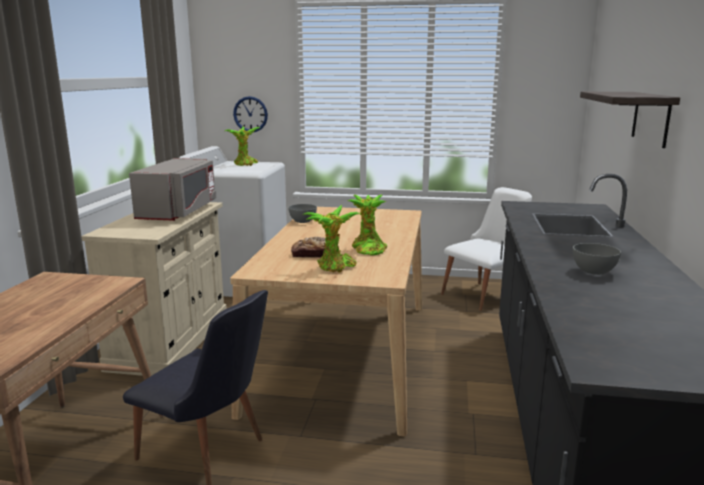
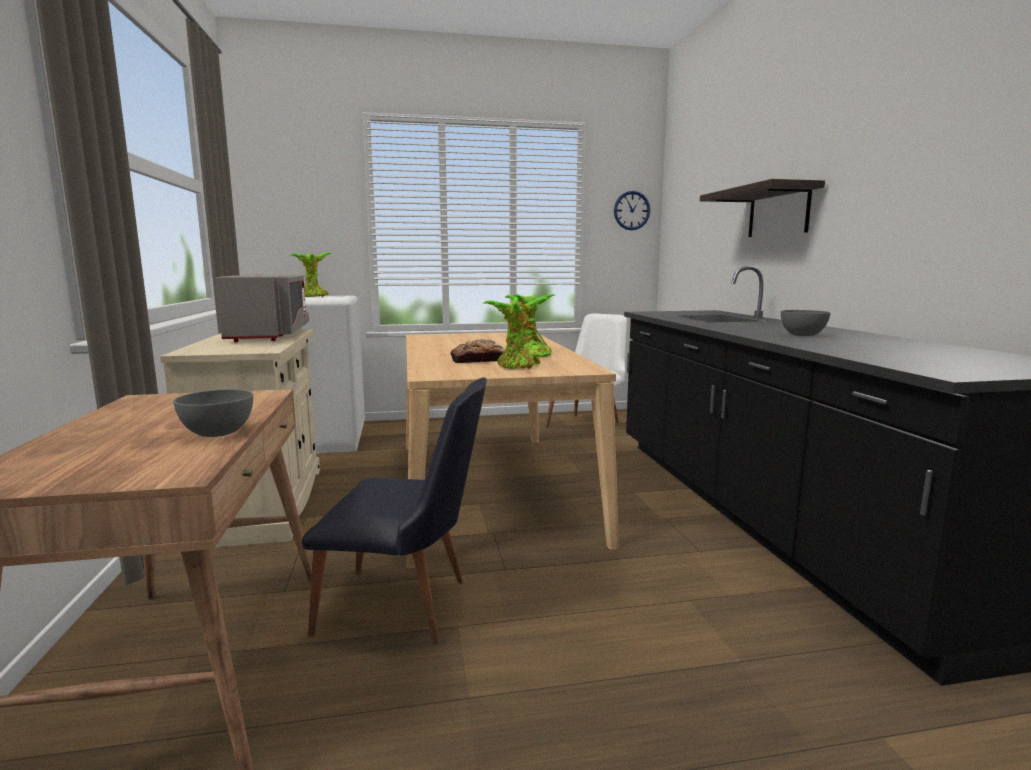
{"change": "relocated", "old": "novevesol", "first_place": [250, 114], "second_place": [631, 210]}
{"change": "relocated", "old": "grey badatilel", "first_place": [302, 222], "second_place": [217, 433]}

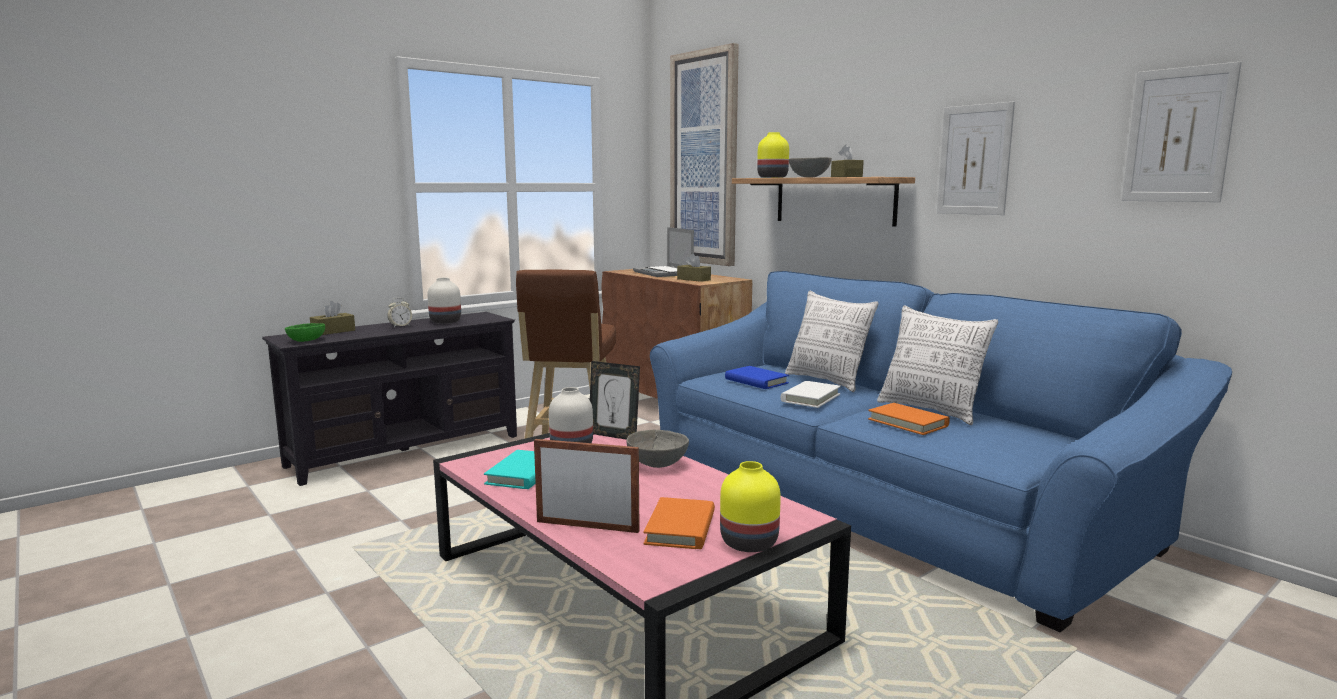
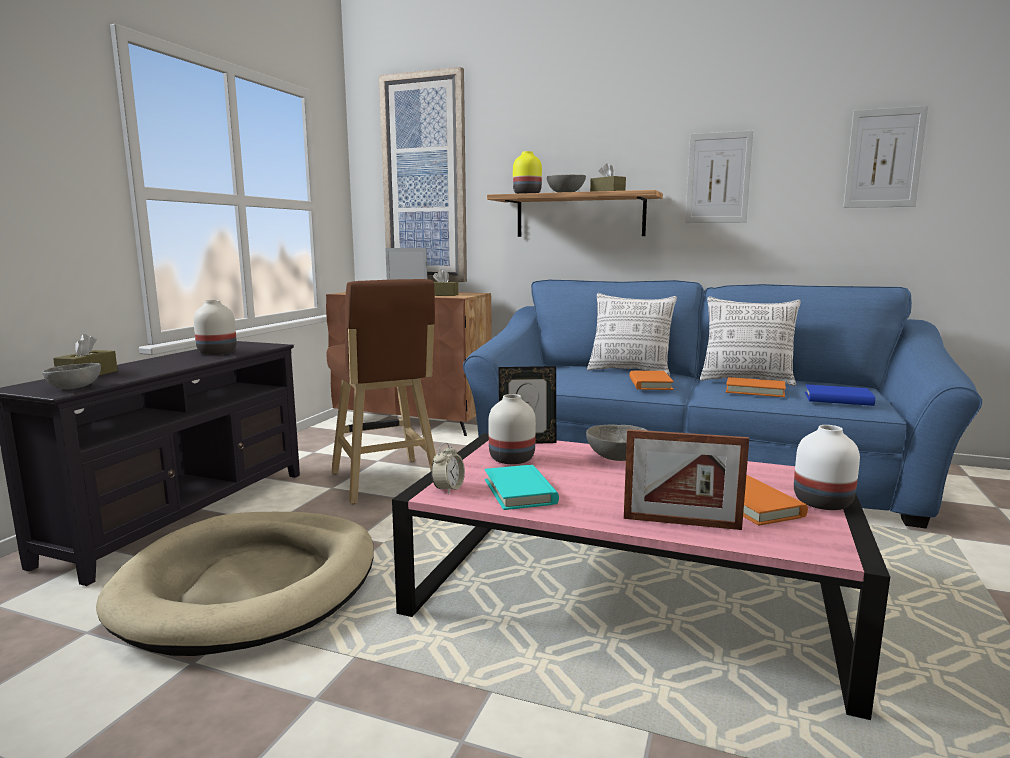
{"change": "relocated", "old": "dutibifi", "first_place": [400, 326], "second_place": [448, 489]}
{"change": "colour", "old": "green badatilel", "new": "grey badatilel", "first_place": [305, 340], "second_place": [73, 387]}
{"change": "relocated", "old": "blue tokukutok", "first_place": [756, 381], "second_place": [838, 399]}
{"change": "colour", "old": "white tokukutok", "new": "orange tokukutok", "first_place": [810, 398], "second_place": [650, 384]}
{"change": "spun", "old": "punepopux", "first_place": [587, 526], "second_place": [681, 523], "degrees": -150}
{"change": "colour", "old": "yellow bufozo", "new": "white bufozo", "first_place": [750, 543], "second_place": [824, 502]}
{"change": "appeared", "new": "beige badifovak", "second_place": [251, 585]}

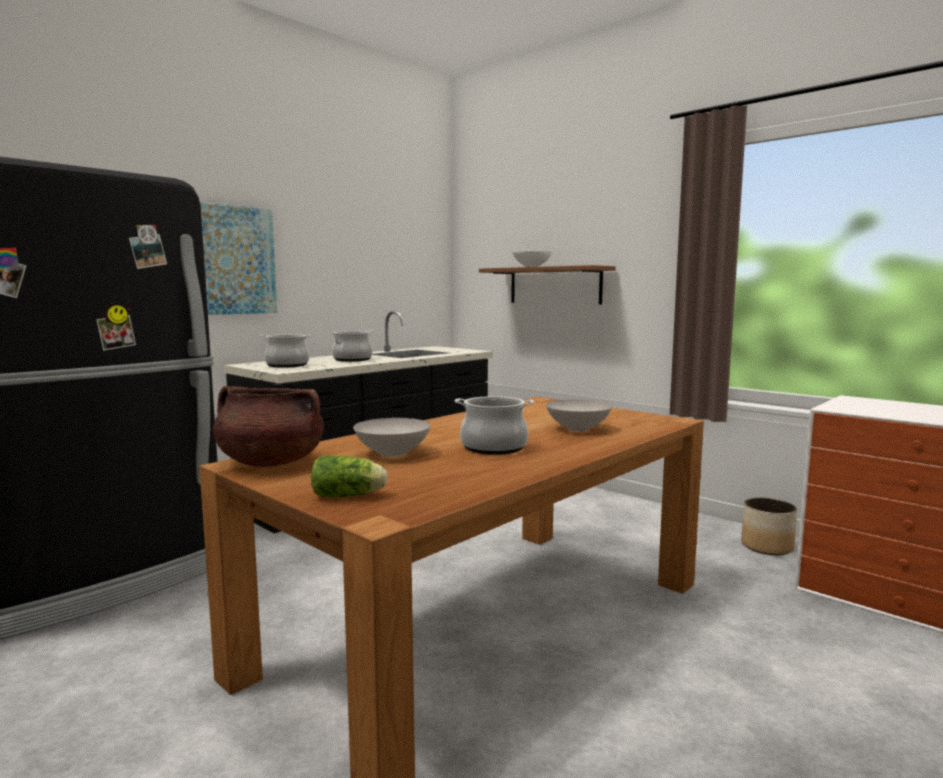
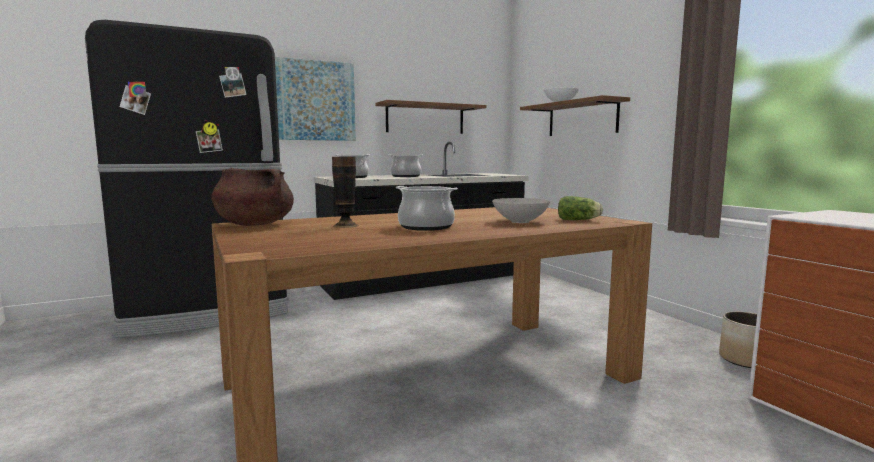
{"change": "exchanged", "old": "white badatilel", "new": "bufozo", "first_place": [394, 453], "second_place": [345, 225]}
{"change": "relocated", "old": "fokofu", "first_place": [350, 496], "second_place": [579, 220]}
{"change": "appeared", "new": "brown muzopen", "second_place": [425, 119]}

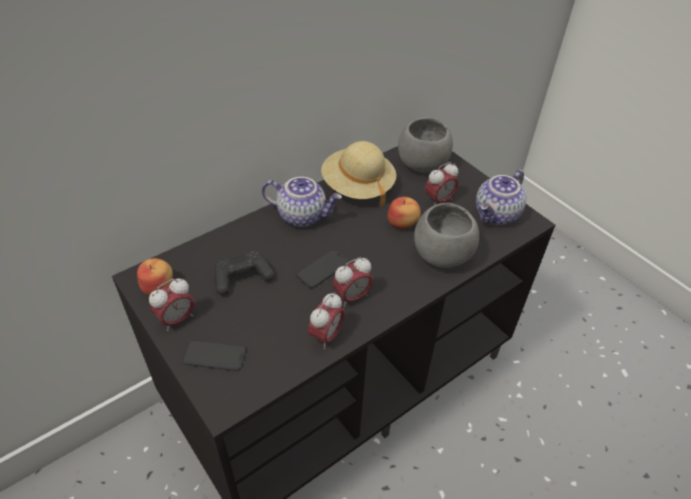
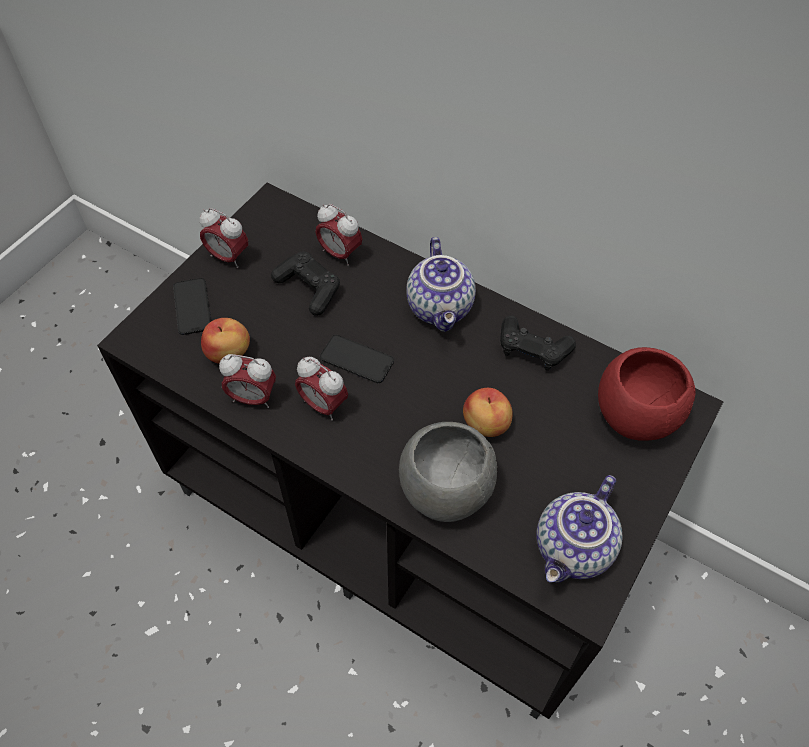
{"change": "colour", "old": "grey badatilel", "new": "red badatilel", "first_place": [421, 164], "second_place": [634, 415]}
{"change": "exchanged", "old": "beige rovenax", "new": "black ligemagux", "first_place": [357, 187], "second_place": [532, 349]}
{"change": "relocated", "old": "dutibifi", "first_place": [439, 200], "second_place": [340, 254]}
{"change": "spun", "old": "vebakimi", "first_place": [497, 215], "second_place": [574, 549], "degrees": -75}
{"change": "relocated", "old": "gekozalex", "first_place": [158, 287], "second_place": [229, 354]}

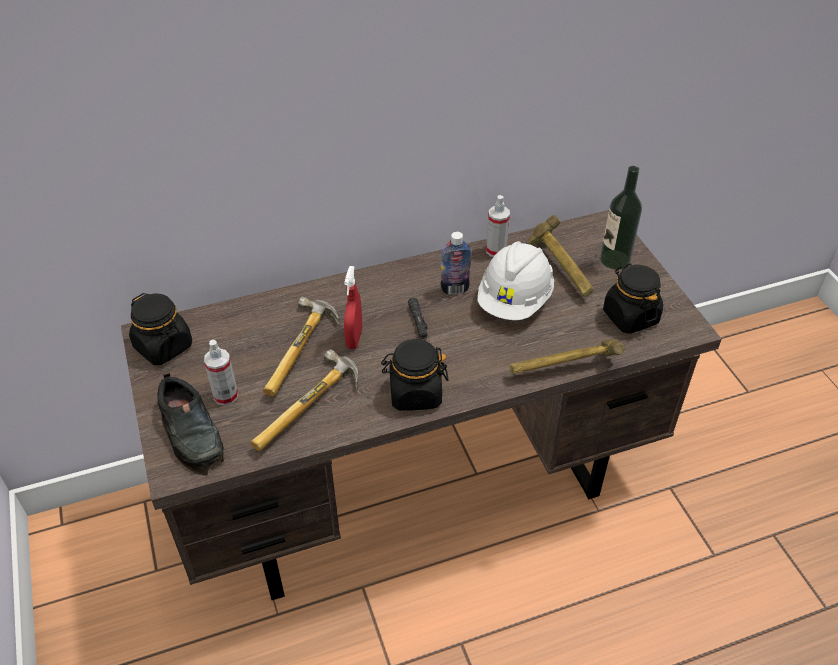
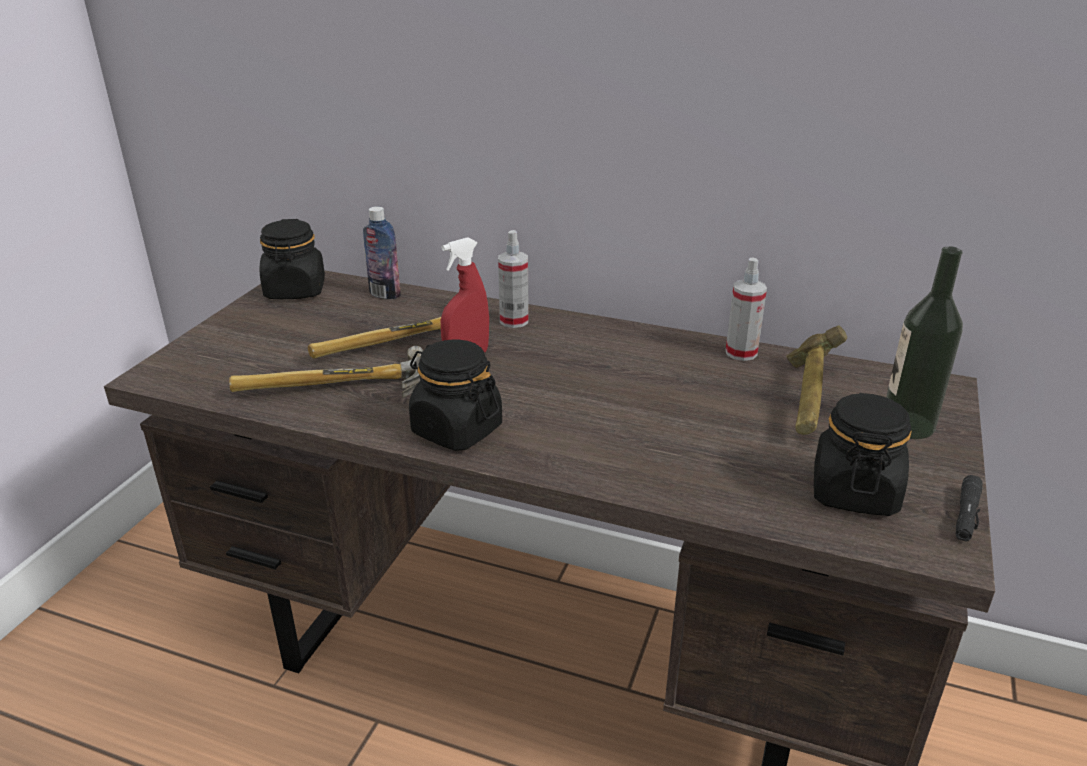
{"change": "relocated", "old": "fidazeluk", "first_place": [455, 289], "second_place": [385, 294]}
{"change": "missing", "old": "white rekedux", "first_place": [515, 300]}
{"change": "relocated", "old": "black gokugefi", "first_place": [418, 322], "second_place": [966, 515]}
{"change": "missing", "old": "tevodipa", "first_place": [563, 368]}
{"change": "relocated", "old": "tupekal", "first_place": [226, 396], "second_place": [514, 321]}
{"change": "missing", "old": "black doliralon", "first_place": [192, 432]}

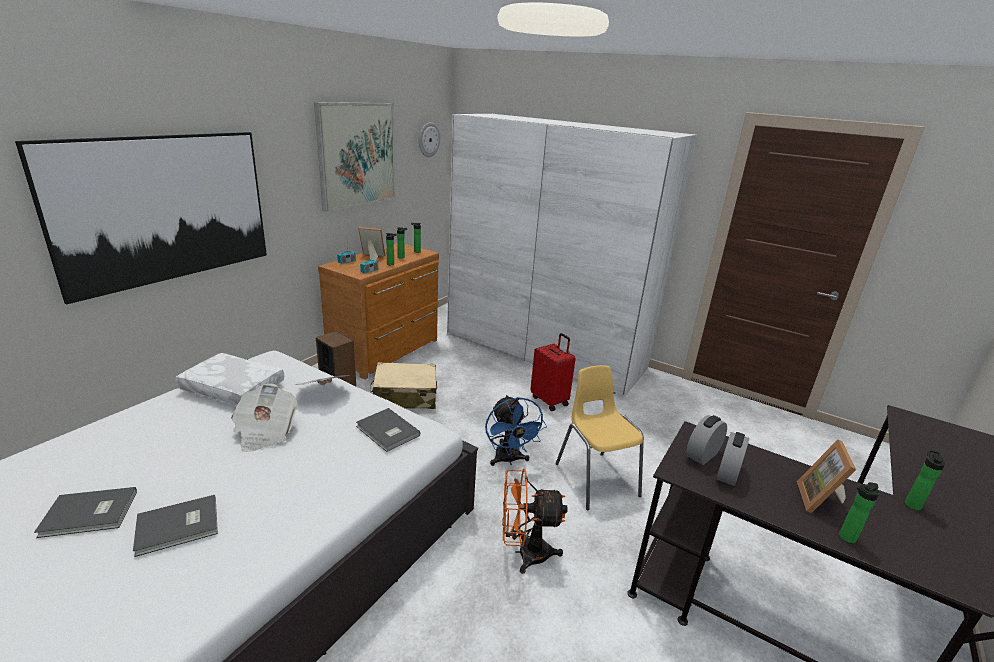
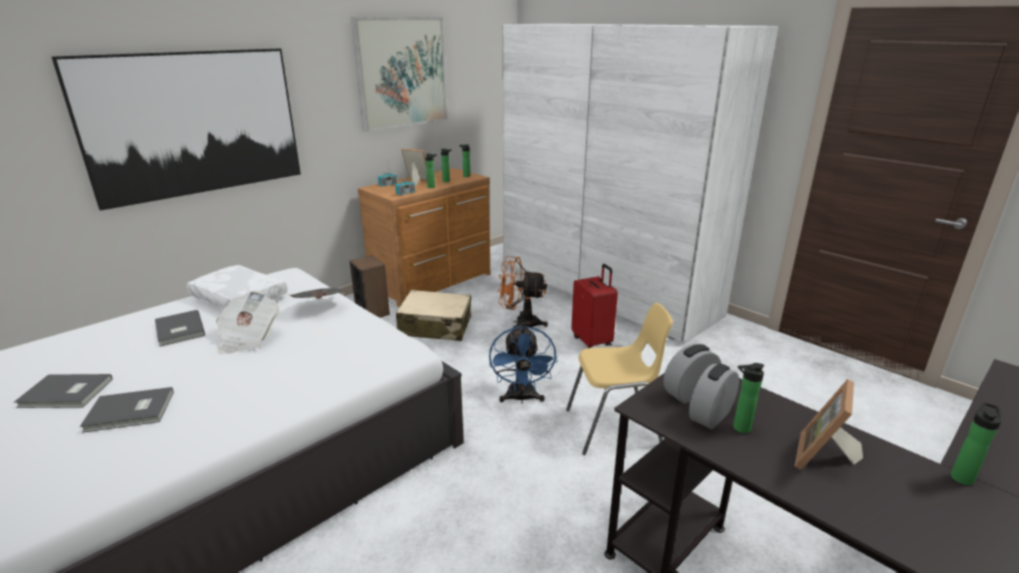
{"change": "missing", "old": "novevesol", "first_place": [428, 139]}
{"change": "spun", "old": "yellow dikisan", "first_place": [595, 479], "second_place": [614, 428], "degrees": 90}
{"change": "relocated", "old": "grey tokukutok", "first_place": [387, 432], "second_place": [178, 330]}
{"change": "relocated", "old": "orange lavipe", "first_place": [524, 553], "second_place": [520, 323]}
{"change": "relocated", "old": "fidazeluk", "first_place": [845, 538], "second_place": [739, 428]}

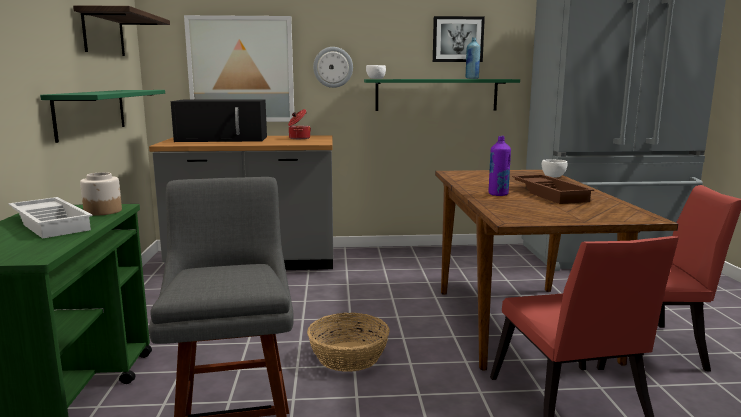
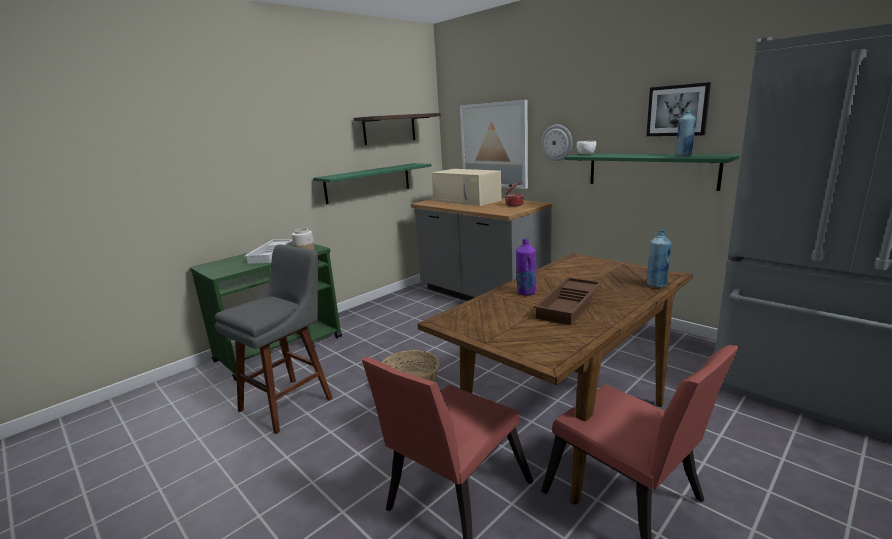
{"change": "colour", "old": "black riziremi", "new": "beige riziremi", "first_place": [223, 139], "second_place": [467, 200]}
{"change": "exchanged", "old": "white badatilel", "new": "blue fidazeluk", "first_place": [553, 176], "second_place": [656, 285]}

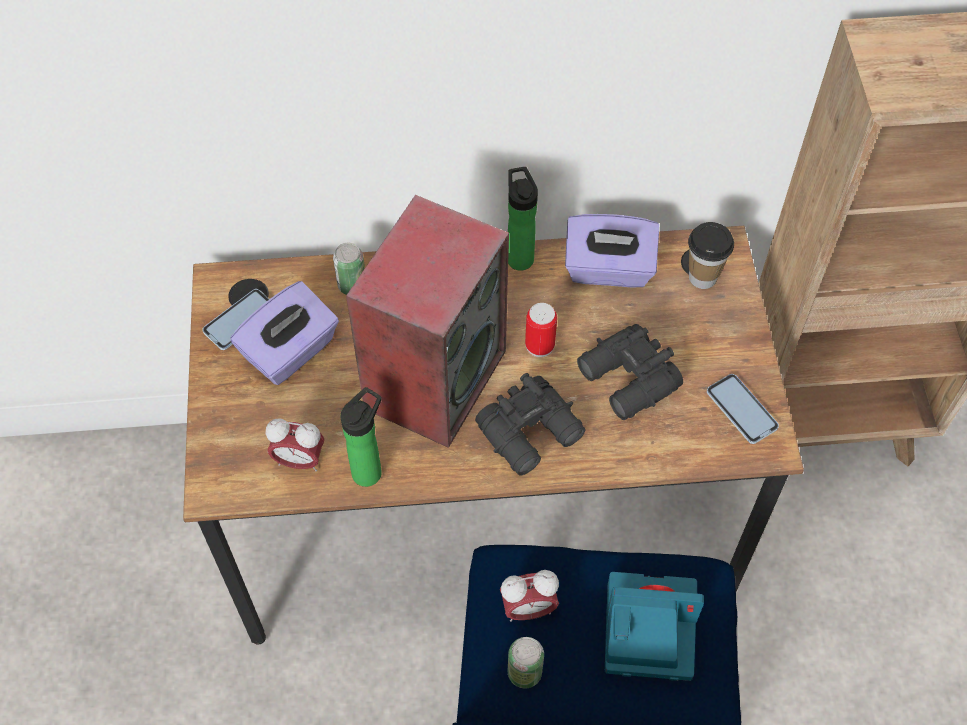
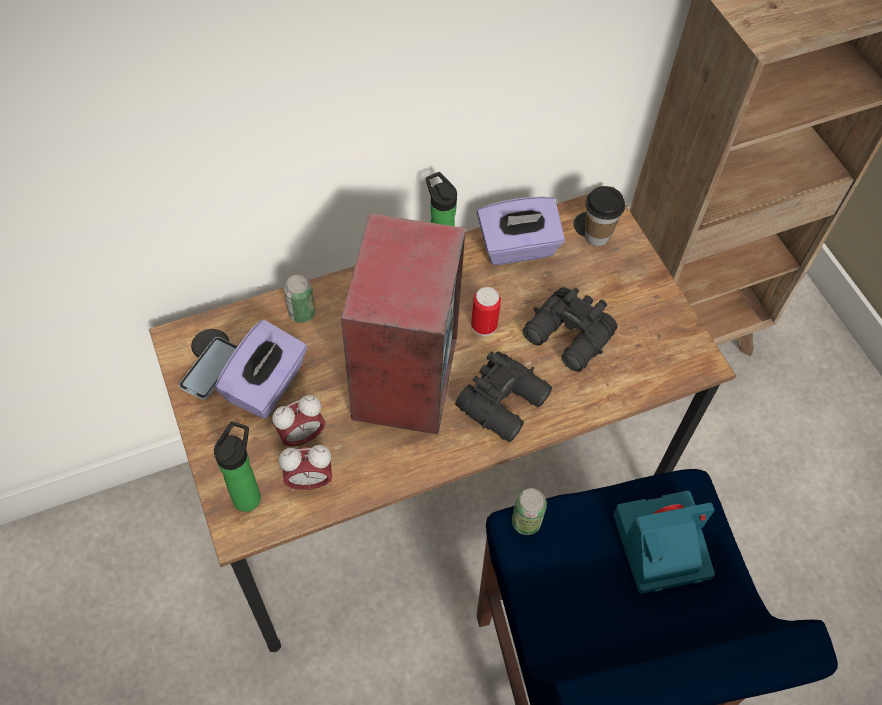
{"change": "missing", "old": "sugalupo", "first_place": [741, 409]}
{"change": "relocated", "old": "fidazeluk", "first_place": [369, 470], "second_place": [248, 494]}
{"change": "relocated", "old": "dutibifi", "first_place": [528, 609], "second_place": [301, 436]}
{"change": "relocated", "old": "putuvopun", "first_place": [524, 672], "second_place": [526, 522]}

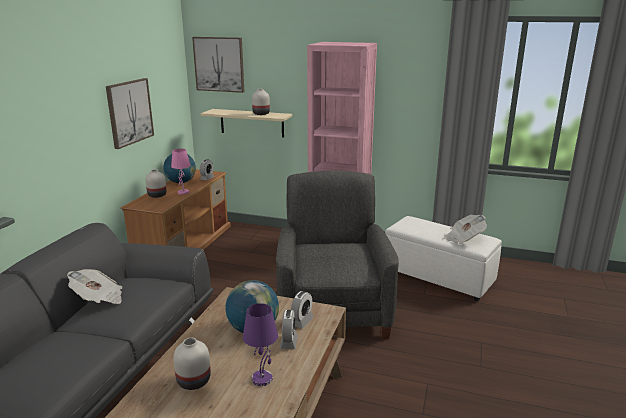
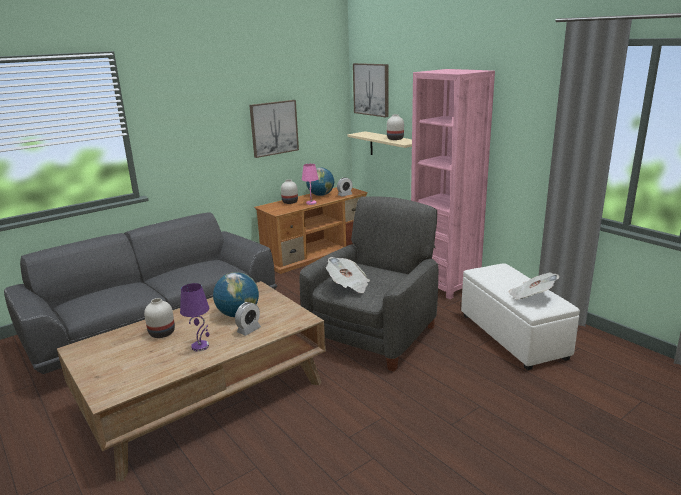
{"change": "relocated", "old": "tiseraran", "first_place": [99, 298], "second_place": [348, 285]}
{"change": "missing", "old": "dutibifi", "first_place": [301, 321]}

